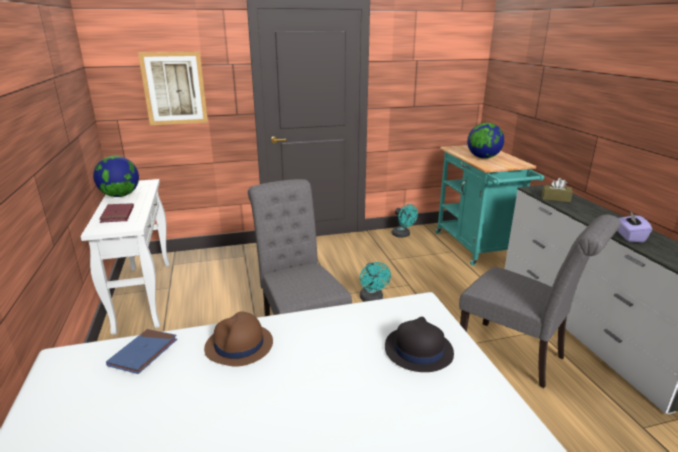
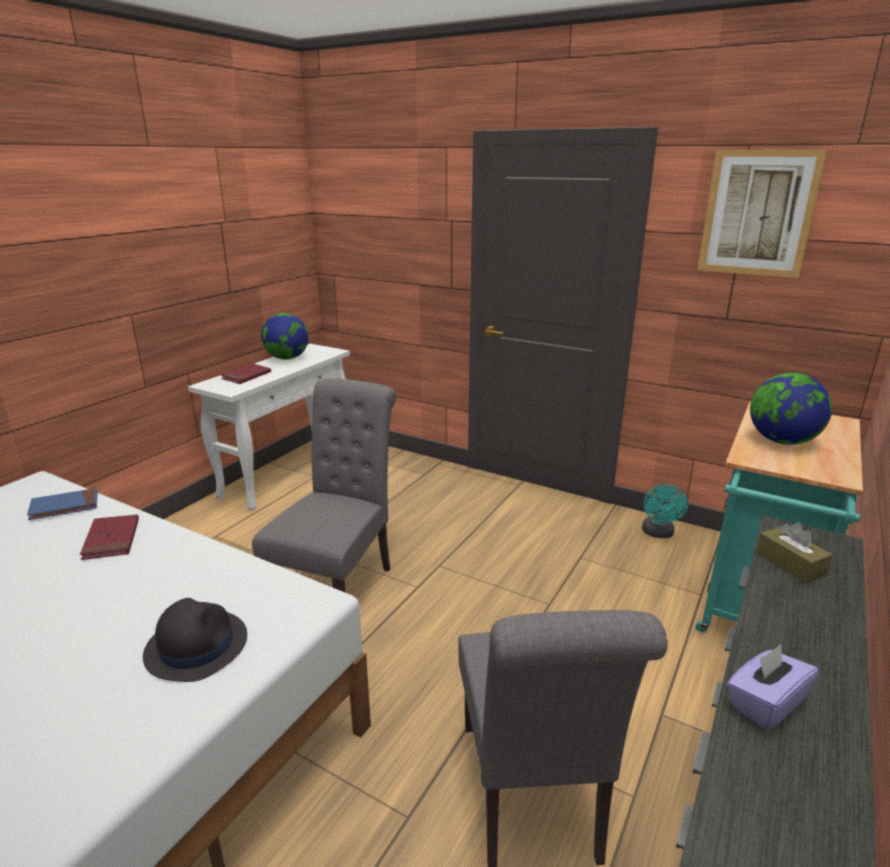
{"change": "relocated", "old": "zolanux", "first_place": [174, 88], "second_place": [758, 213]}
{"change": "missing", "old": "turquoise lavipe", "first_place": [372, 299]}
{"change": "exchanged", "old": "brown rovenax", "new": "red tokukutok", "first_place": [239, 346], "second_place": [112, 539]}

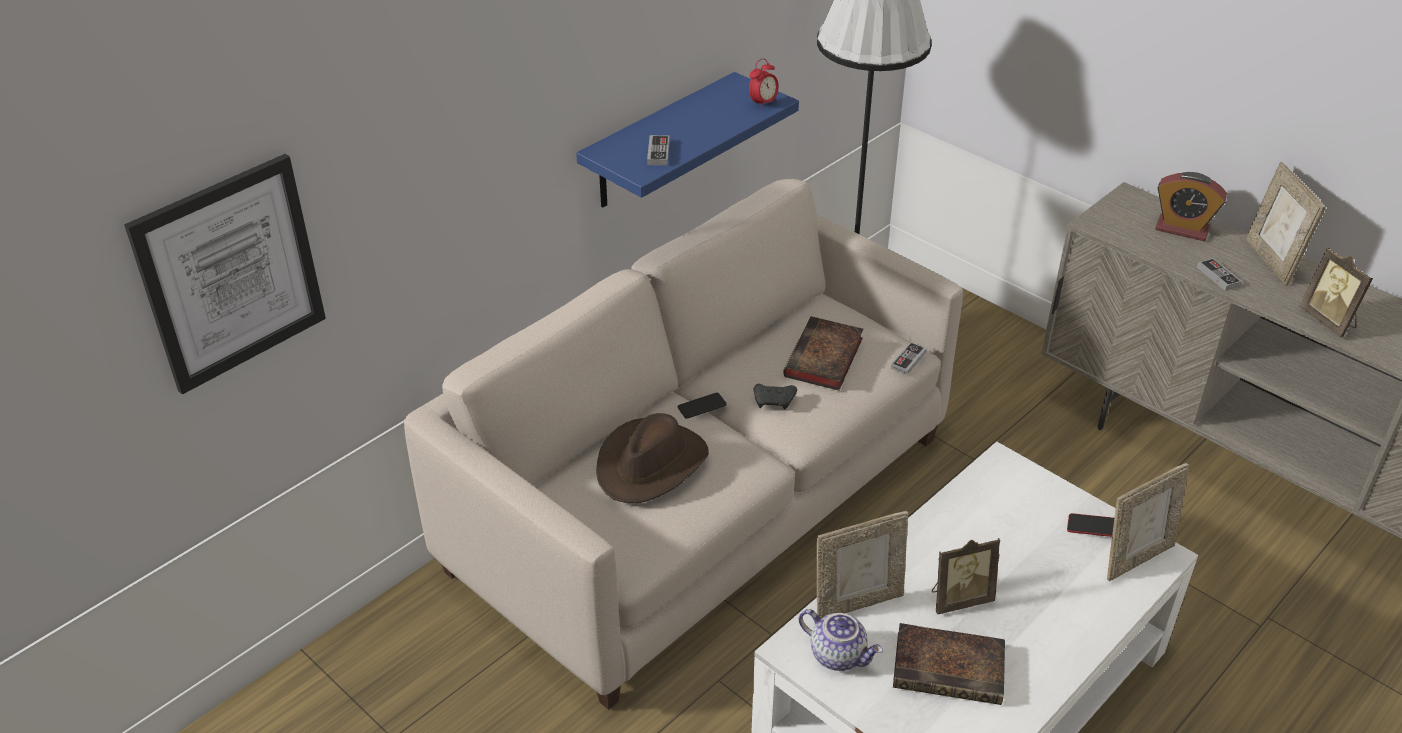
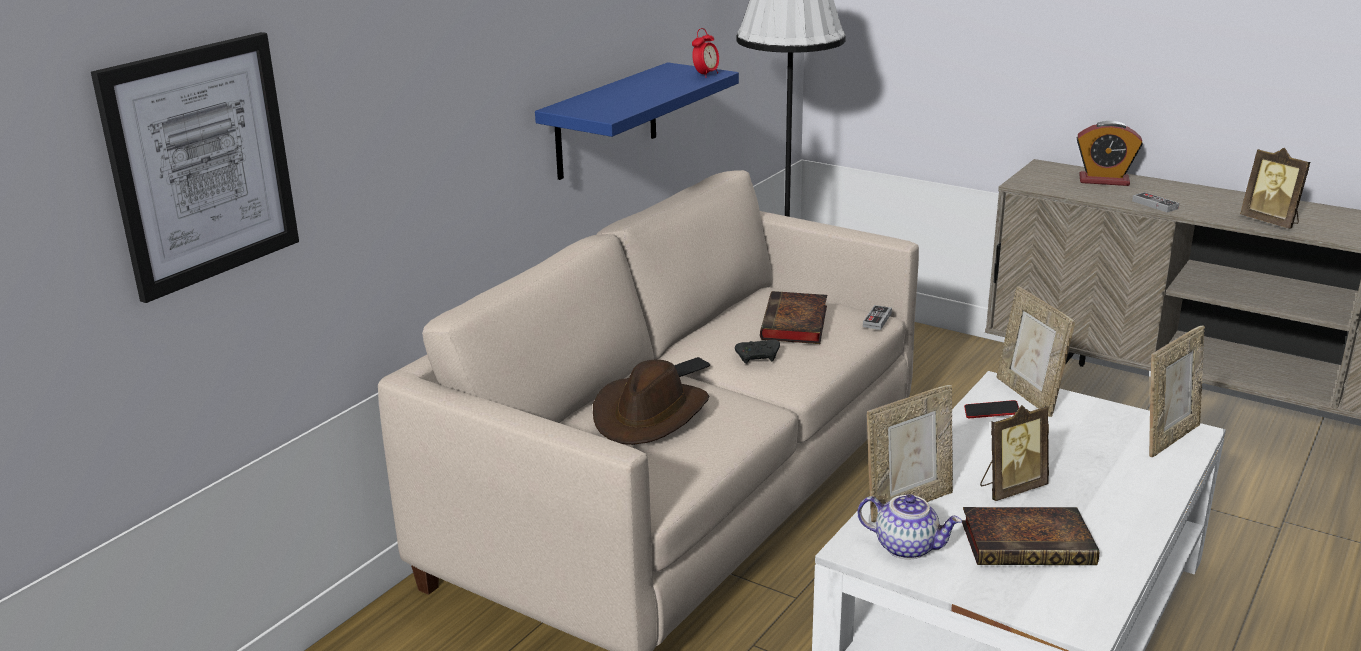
{"change": "missing", "old": "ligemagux", "first_place": [658, 153]}
{"change": "relocated", "old": "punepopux", "first_place": [1271, 261], "second_place": [1028, 396]}
{"change": "relocated", "old": "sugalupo", "first_place": [1093, 528], "second_place": [991, 413]}

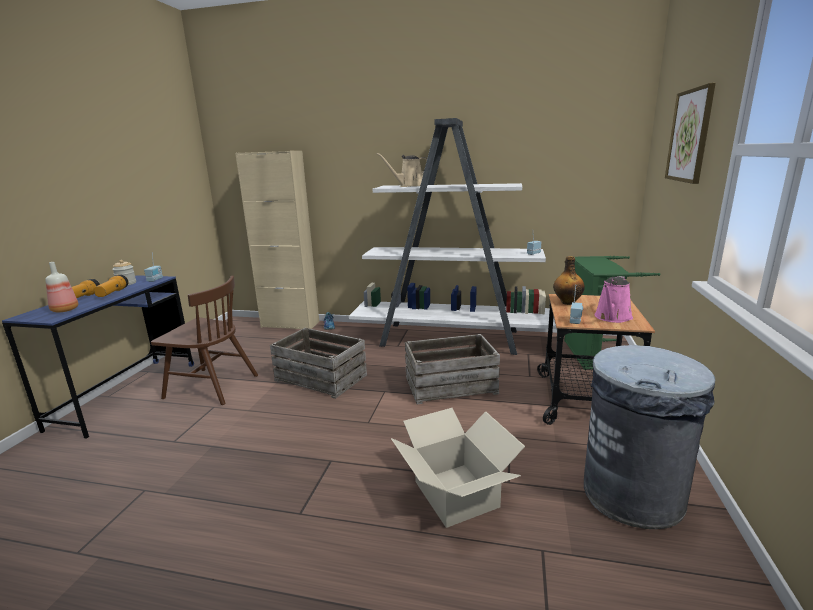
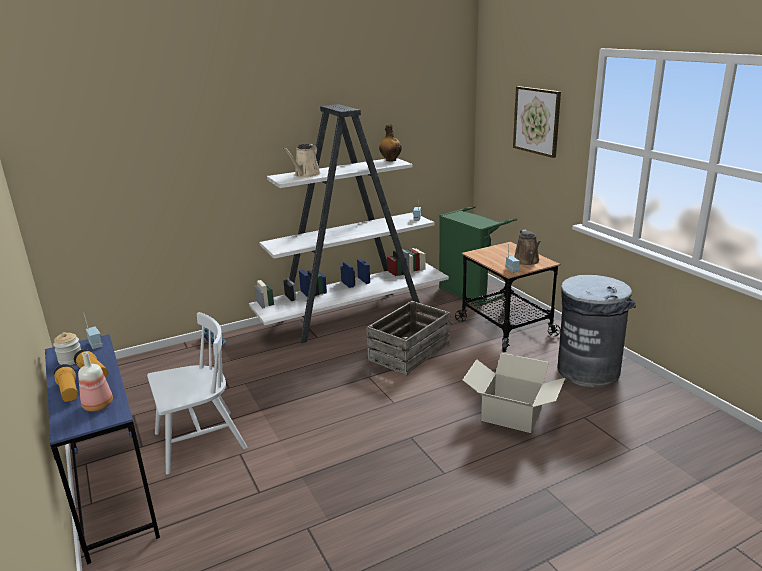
{"change": "missing", "old": "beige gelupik", "first_place": [290, 324]}
{"change": "relocated", "old": "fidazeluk", "first_place": [567, 302], "second_place": [390, 160]}
{"change": "colour", "old": "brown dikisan", "new": "white dikisan", "first_place": [211, 386], "second_place": [199, 441]}
{"change": "colour", "old": "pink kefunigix", "new": "brown kefunigix", "first_place": [612, 318], "second_place": [527, 261]}
{"change": "missing", "old": "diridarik", "first_place": [321, 377]}

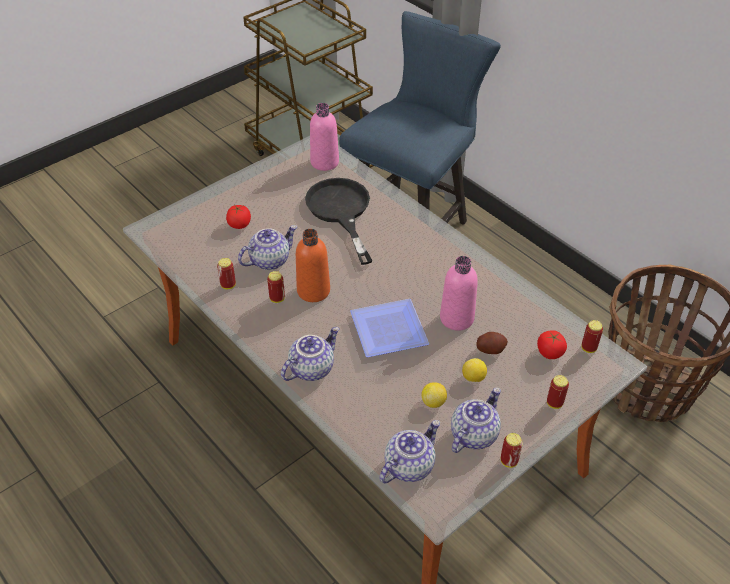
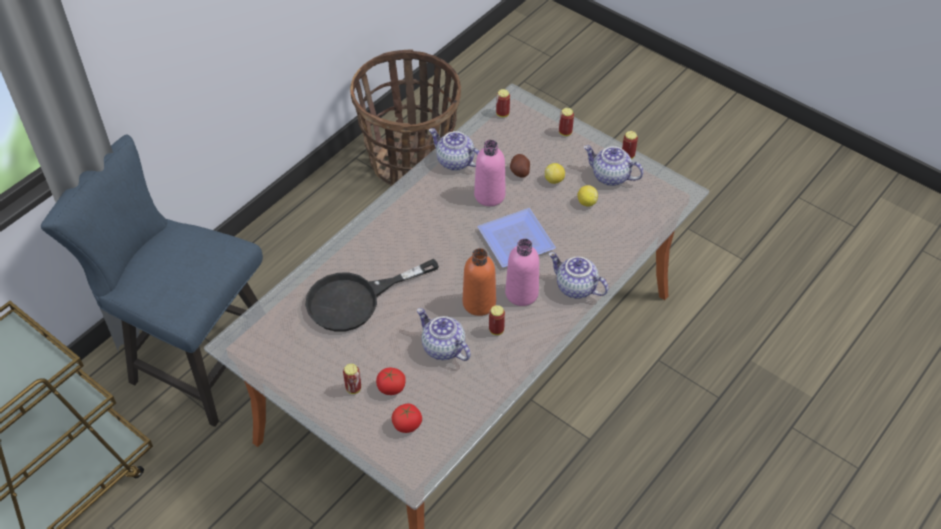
{"change": "relocated", "old": "pink fidazeluk", "first_place": [324, 162], "second_place": [521, 293]}
{"change": "relocated", "old": "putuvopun", "first_place": [228, 285], "second_place": [353, 388]}
{"change": "relocated", "old": "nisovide", "first_place": [549, 352], "second_place": [407, 424]}
{"change": "relocated", "old": "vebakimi", "first_place": [408, 465], "second_place": [454, 161]}

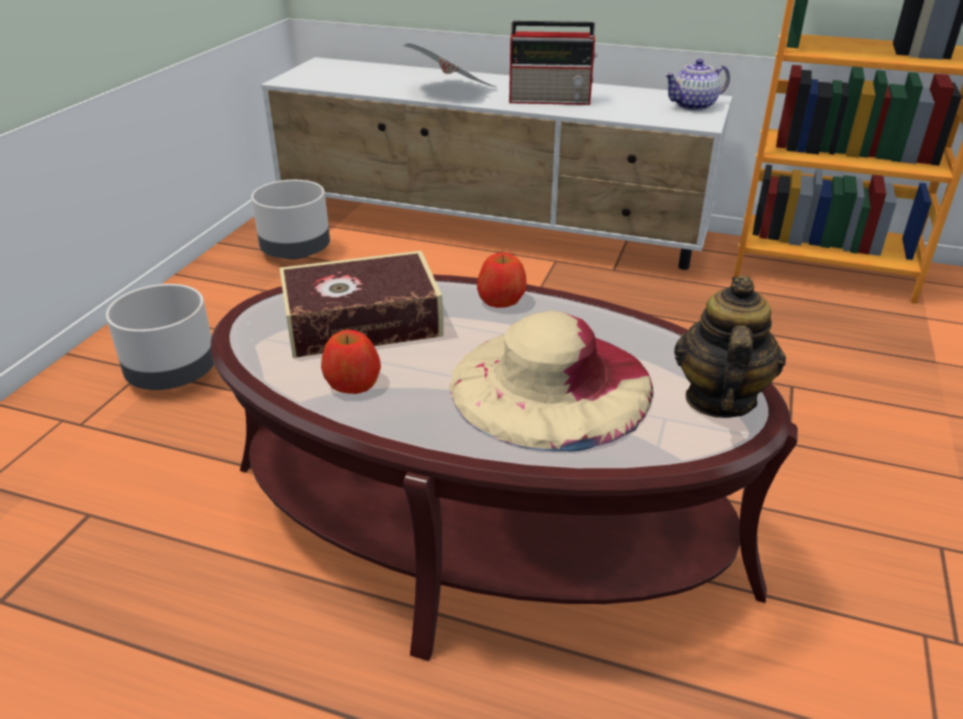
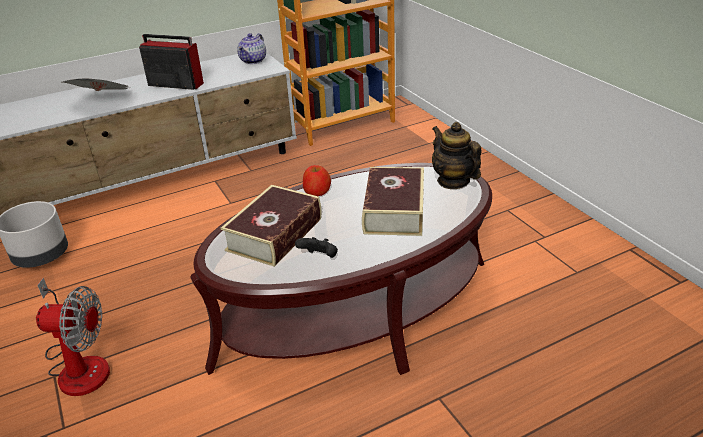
{"change": "spun", "old": "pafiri", "first_place": [551, 100], "second_place": [174, 84], "degrees": -120}
{"change": "exchanged", "old": "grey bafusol", "new": "lavipe", "first_place": [173, 374], "second_place": [80, 365]}
{"change": "exchanged", "old": "beige rovenax", "new": "tokukutok", "first_place": [551, 384], "second_place": [394, 210]}
{"change": "exchanged", "old": "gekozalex", "new": "black ligemagux", "first_place": [352, 382], "second_place": [319, 258]}

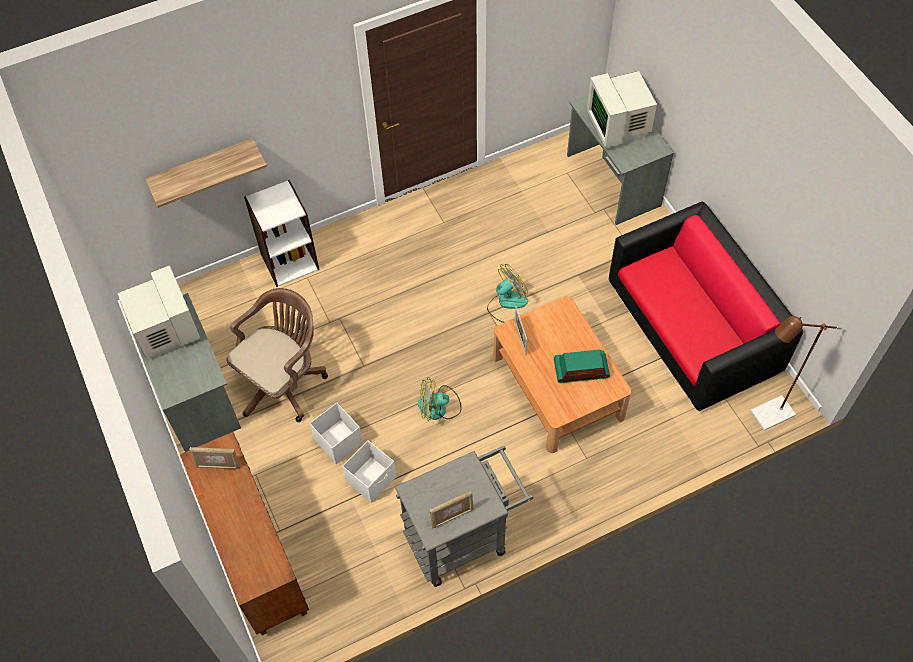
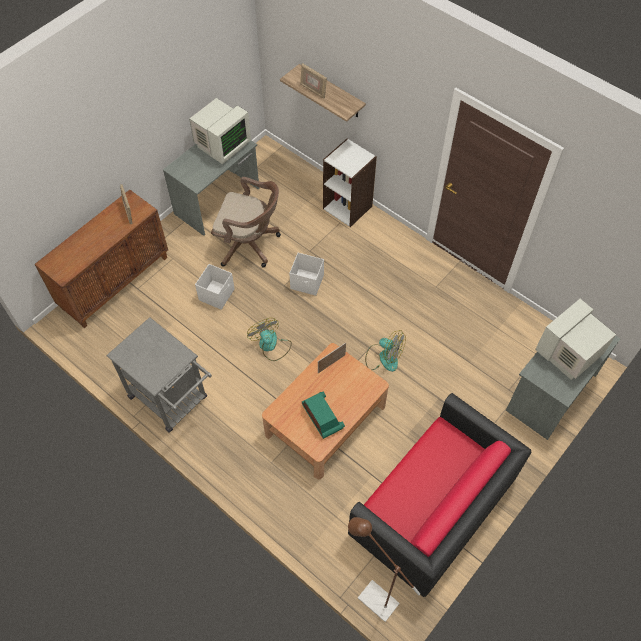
{"change": "relocated", "old": "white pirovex", "first_place": [372, 479], "second_place": [307, 282]}
{"change": "relocated", "old": "punepopux", "first_place": [452, 516], "second_place": [313, 90]}

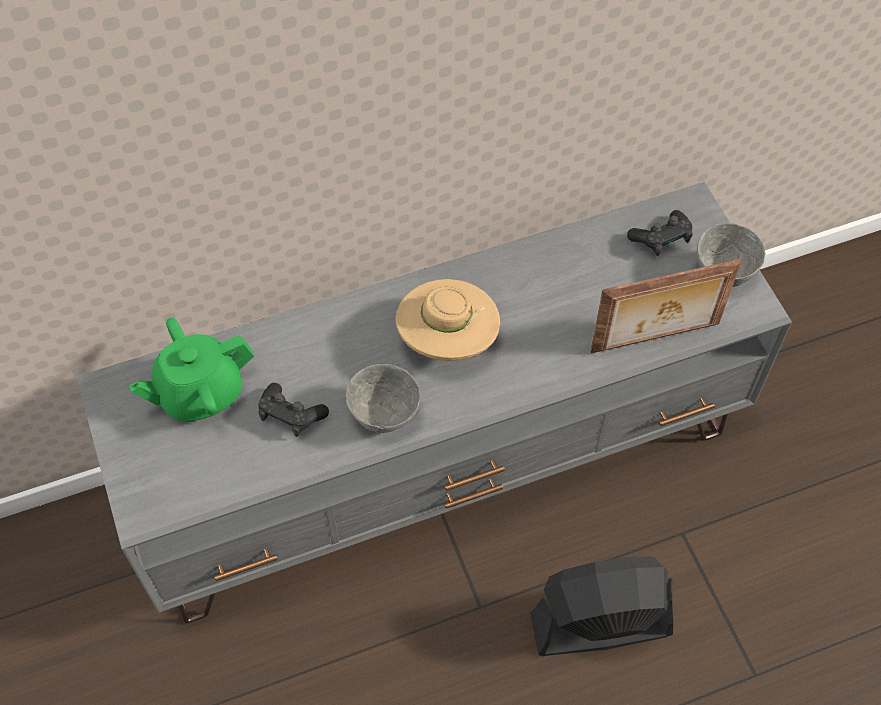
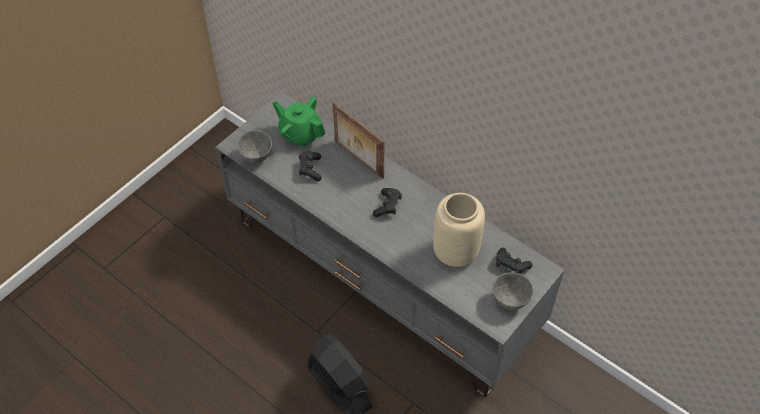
{"change": "relocated", "old": "punepopux", "first_place": [655, 339], "second_place": [358, 160]}
{"change": "exchanged", "old": "beige rovenax", "new": "black ligemagux", "first_place": [448, 340], "second_place": [387, 206]}
{"change": "relocated", "old": "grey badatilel", "first_place": [384, 414], "second_place": [257, 157]}
{"change": "appeared", "new": "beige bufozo", "second_place": [454, 252]}

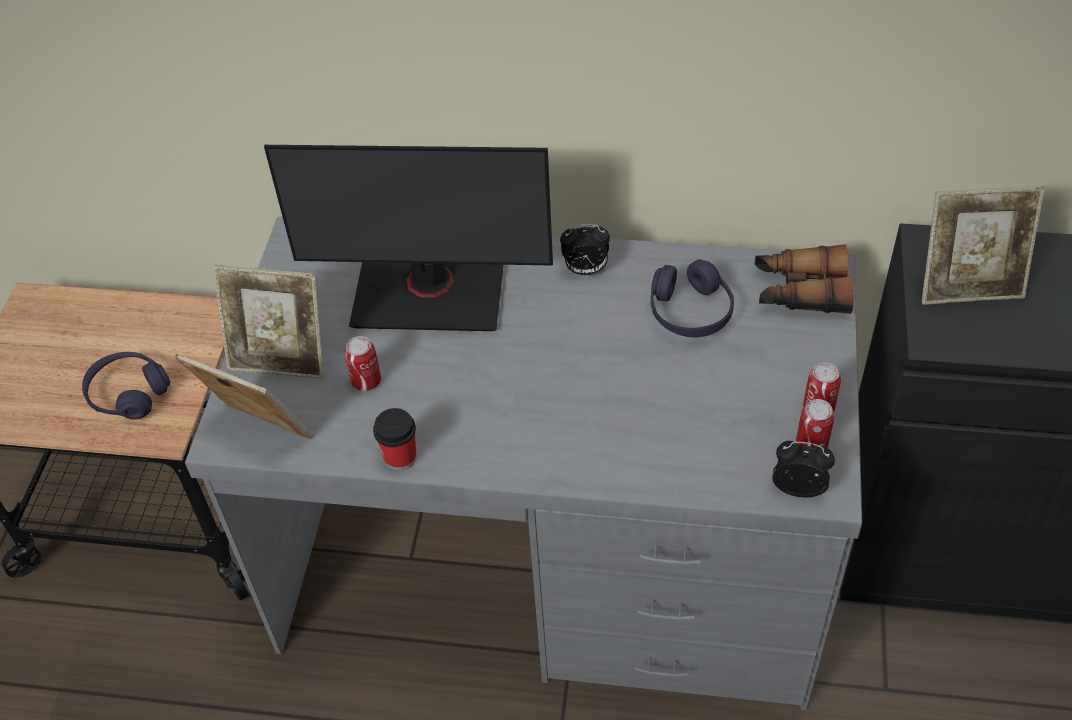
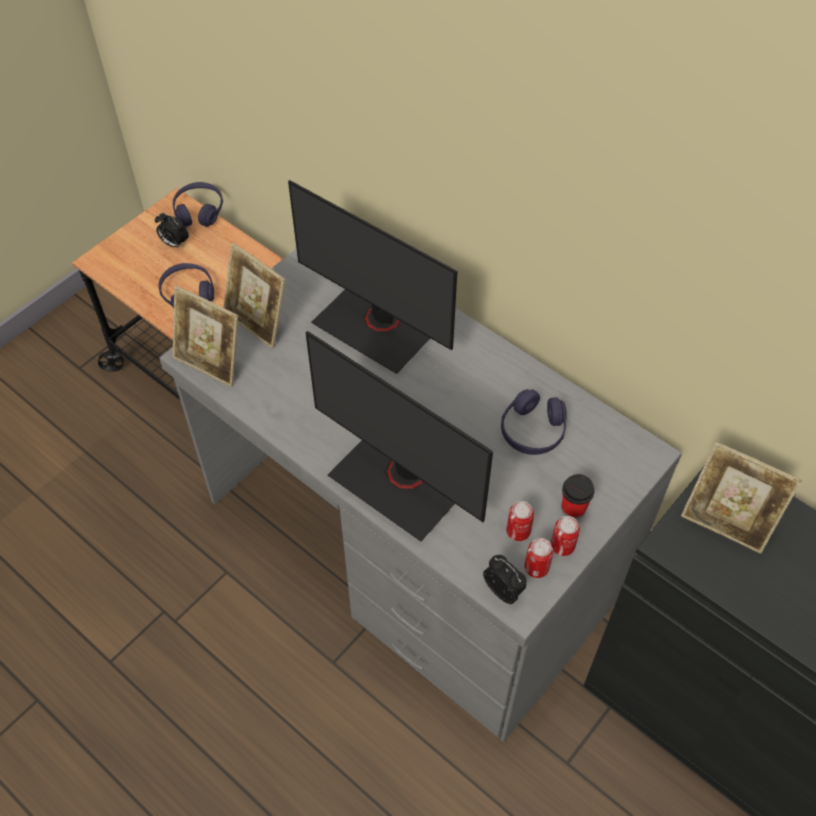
{"change": "relocated", "old": "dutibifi", "first_place": [585, 270], "second_place": [174, 243]}
{"change": "missing", "old": "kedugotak", "first_place": [800, 291]}
{"change": "relocated", "old": "putuvopun", "first_place": [366, 381], "second_place": [518, 531]}
{"change": "spun", "old": "punepopux", "first_place": [258, 433], "second_place": [210, 363], "degrees": 150}
{"change": "relocated", "old": "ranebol", "first_place": [400, 457], "second_place": [573, 508]}
{"change": "appeared", "new": "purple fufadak", "second_place": [199, 211]}
{"change": "appeared", "new": "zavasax", "second_place": [401, 480]}

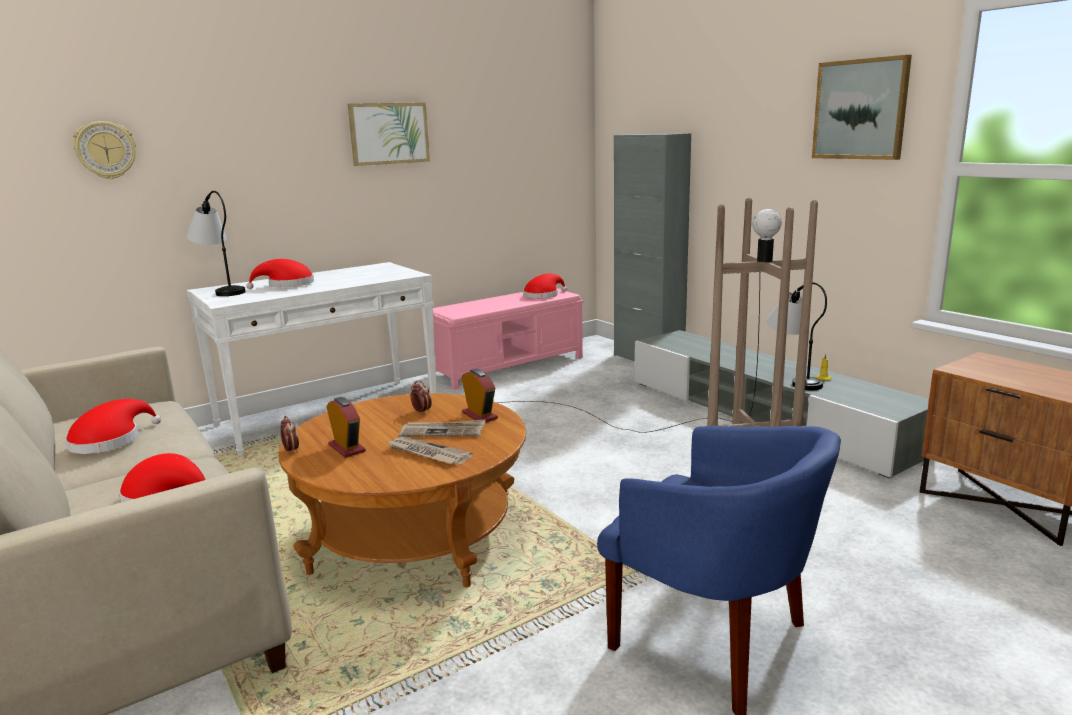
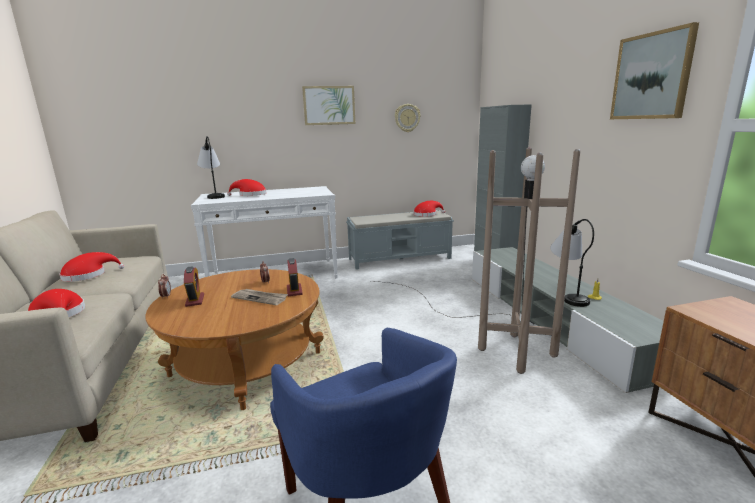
{"change": "relocated", "old": "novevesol", "first_place": [105, 150], "second_place": [407, 118]}
{"change": "colour", "old": "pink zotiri", "new": "grey zotiri", "first_place": [508, 366], "second_place": [400, 258]}
{"change": "missing", "old": "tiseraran", "first_place": [427, 453]}

